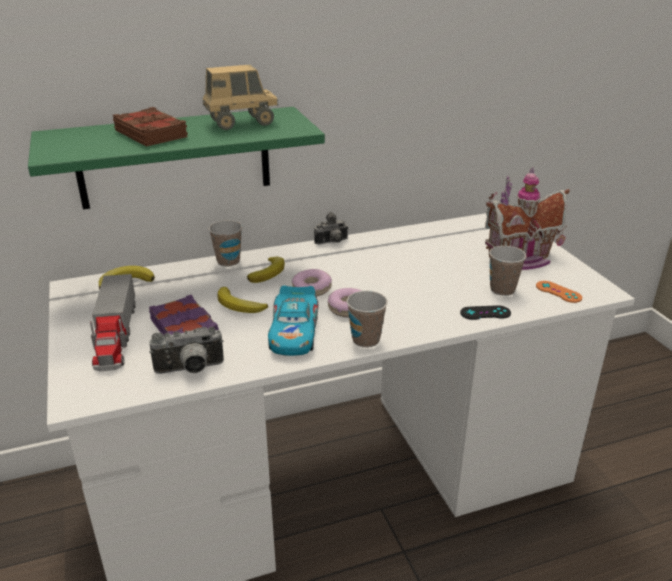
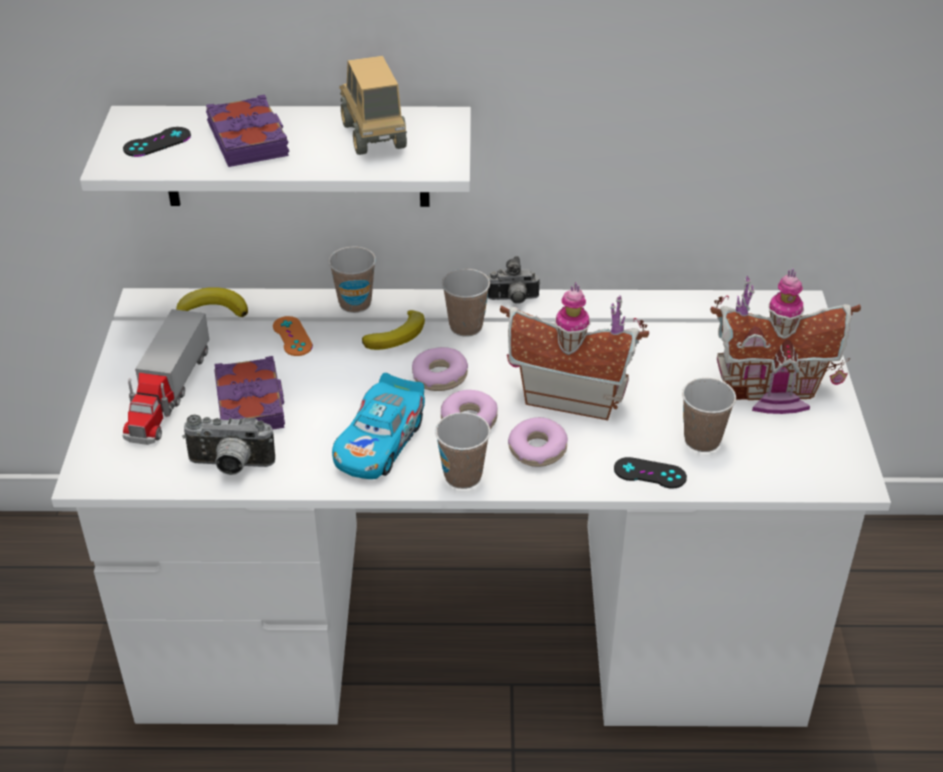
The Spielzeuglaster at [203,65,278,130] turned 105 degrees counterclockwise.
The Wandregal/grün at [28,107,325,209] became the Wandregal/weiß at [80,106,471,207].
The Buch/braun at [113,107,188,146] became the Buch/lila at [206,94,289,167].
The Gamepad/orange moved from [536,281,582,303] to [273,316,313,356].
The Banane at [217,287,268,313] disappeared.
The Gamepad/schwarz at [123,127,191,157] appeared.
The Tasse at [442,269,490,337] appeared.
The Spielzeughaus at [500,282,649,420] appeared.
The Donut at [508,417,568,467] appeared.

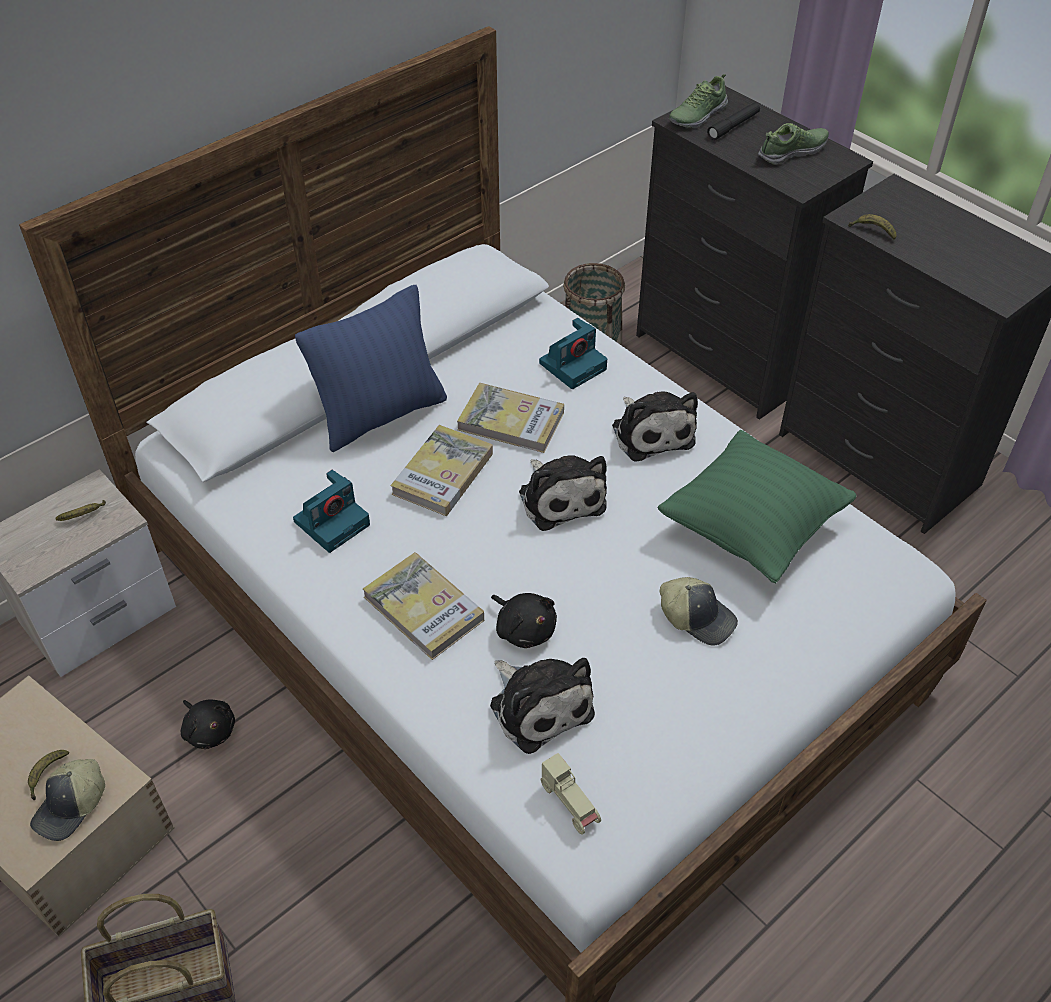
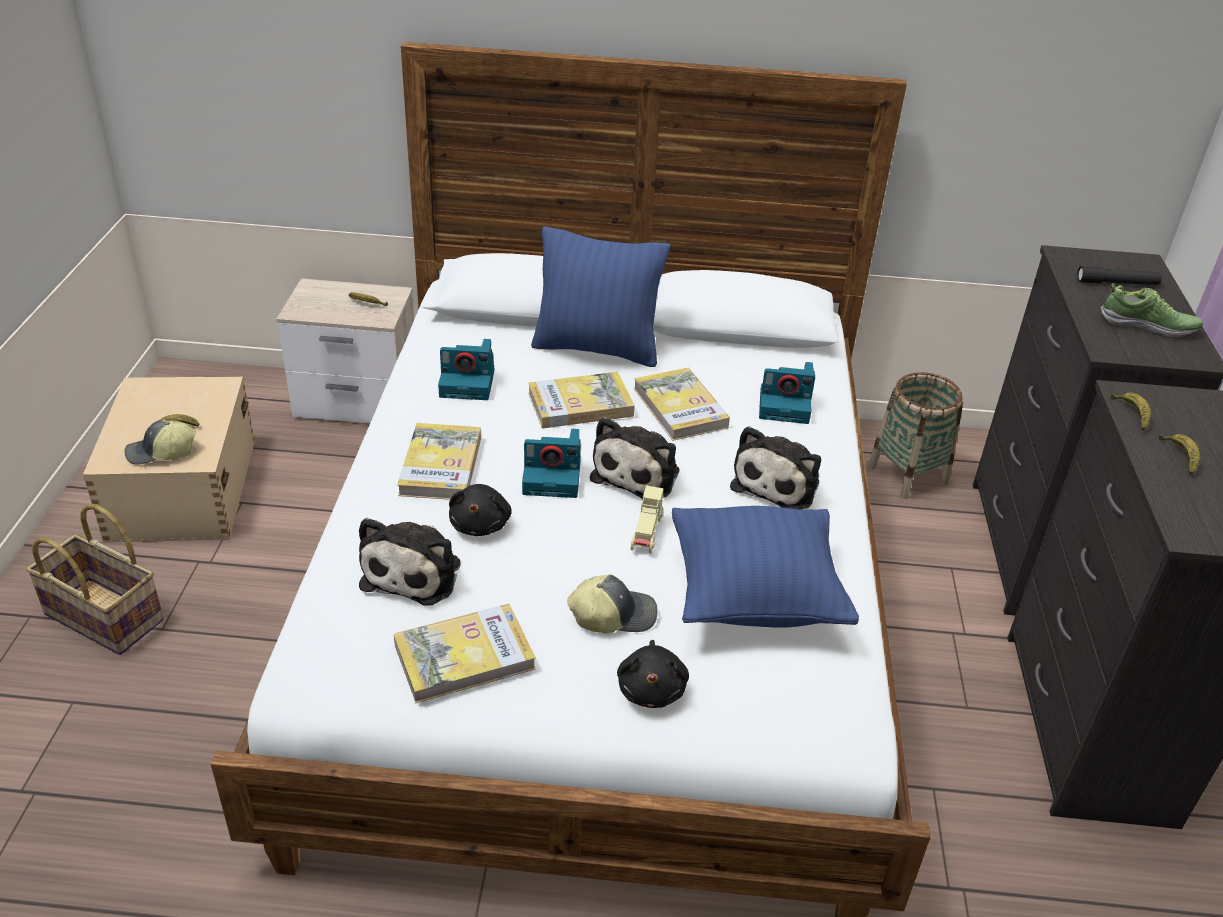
The Schuh at [669,74,728,128] disappeared.
The Kissen/grün at [657,430,856,583] became the Kissen/blau at [672,506,859,628].
The Kappe at [659,577,738,645] turned 90 degrees counterclockwise.
The Plüschtier/schwarz moved from [181,699,235,749] to [617,640,689,708].
The Spielzeugauto/beige moved from [541,753,601,835] to [631,485,664,553].
The Kamera at [522,429,581,498] appeared.
The Banane at [1159,434,1200,474] appeared.
The Buch at [394,604,536,703] appeared.

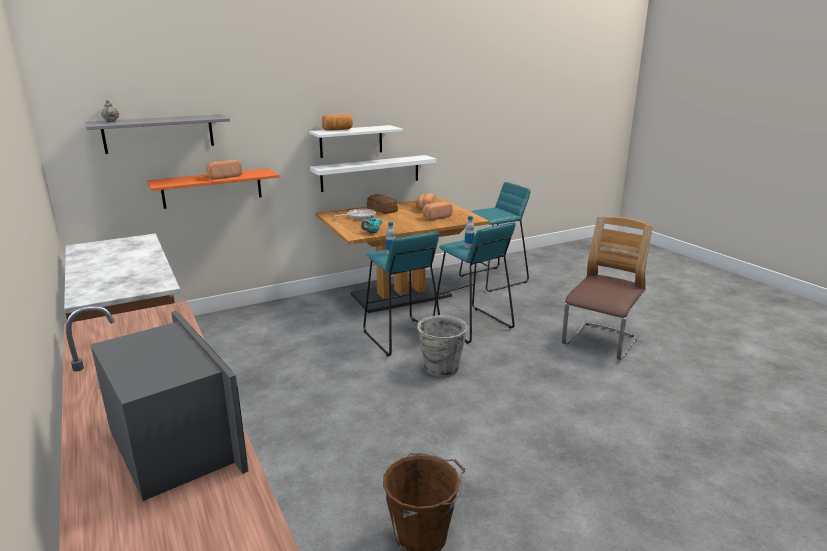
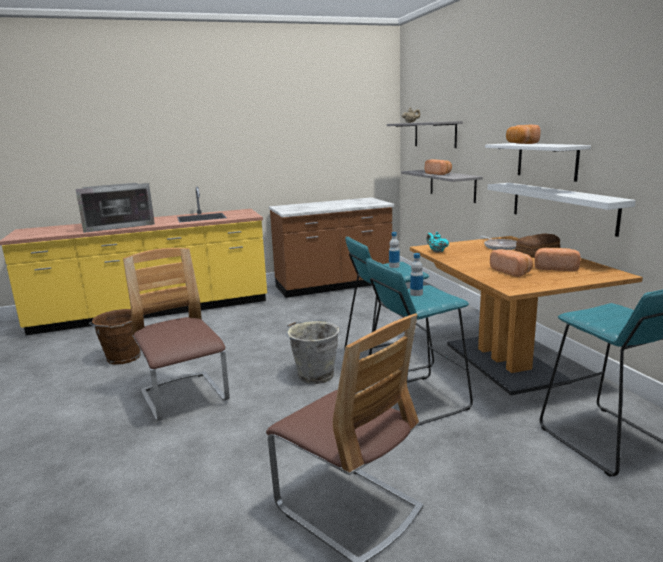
The Wandregal/orange at [147,168,279,209] became the Wandregal/grau at [401,170,483,203].
The Stuhl at [123,248,230,421] appeared.

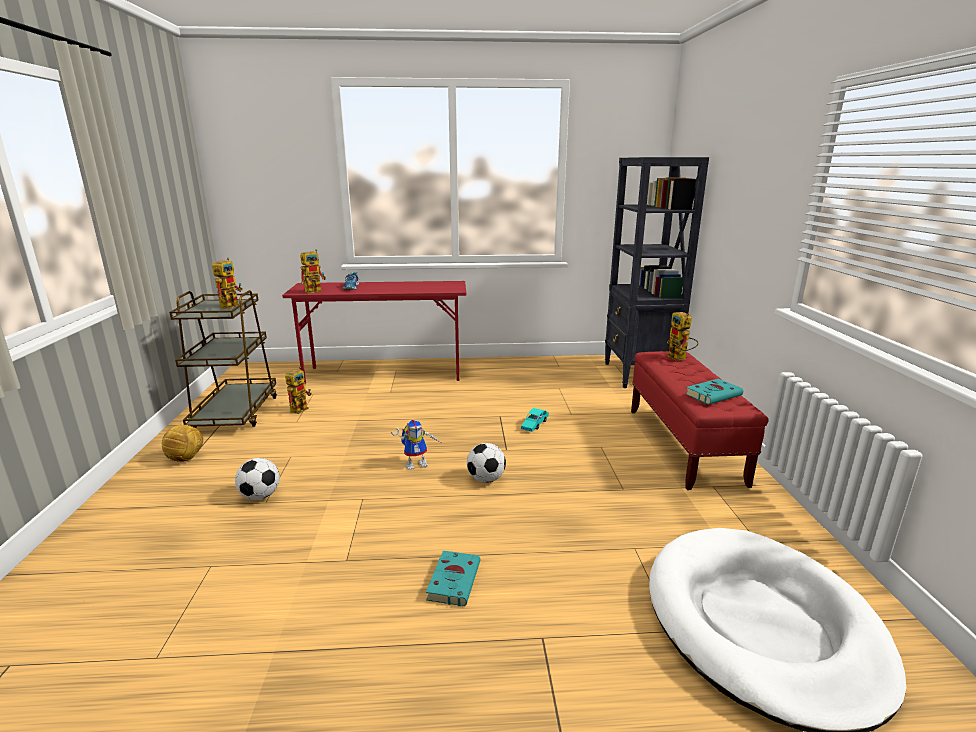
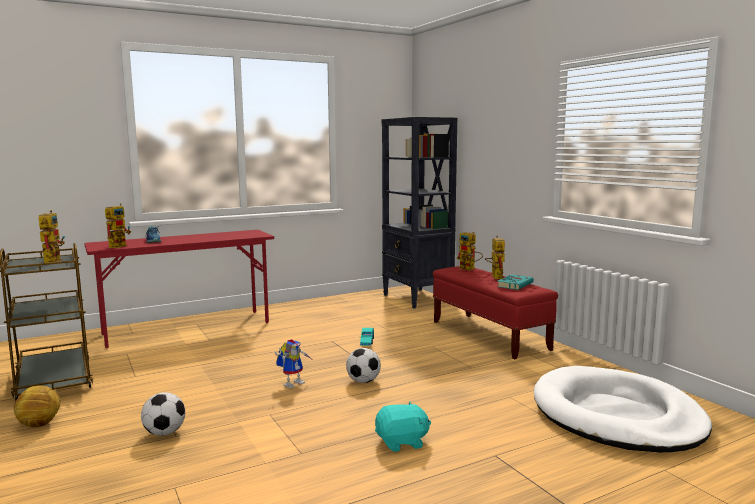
The Spielzeugroboter moved from [285,367,312,414] to [485,236,505,279].
The Buch/türkis at [426,551,480,606] was replaced by the Plüschtier/türkis at [375,401,431,452].

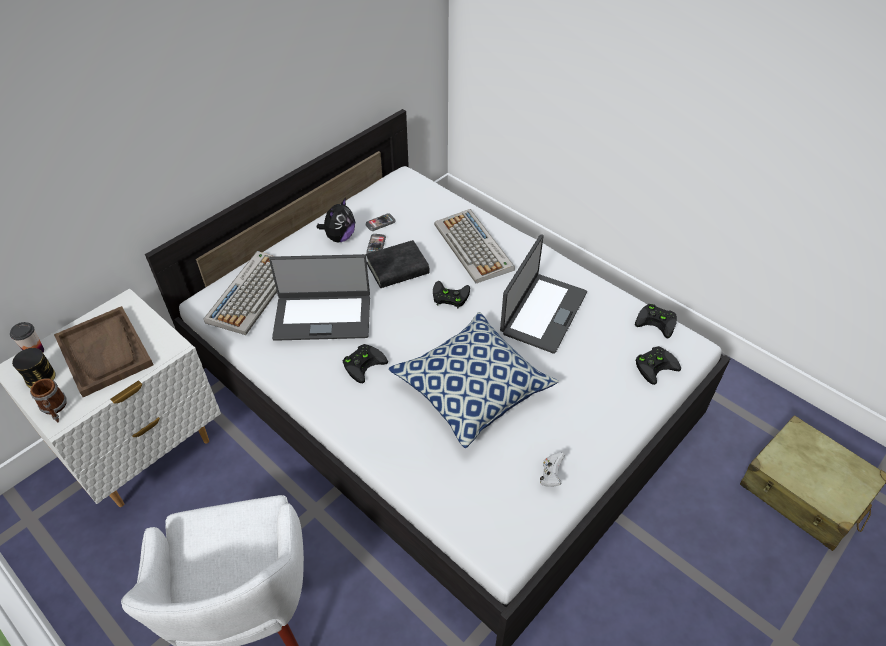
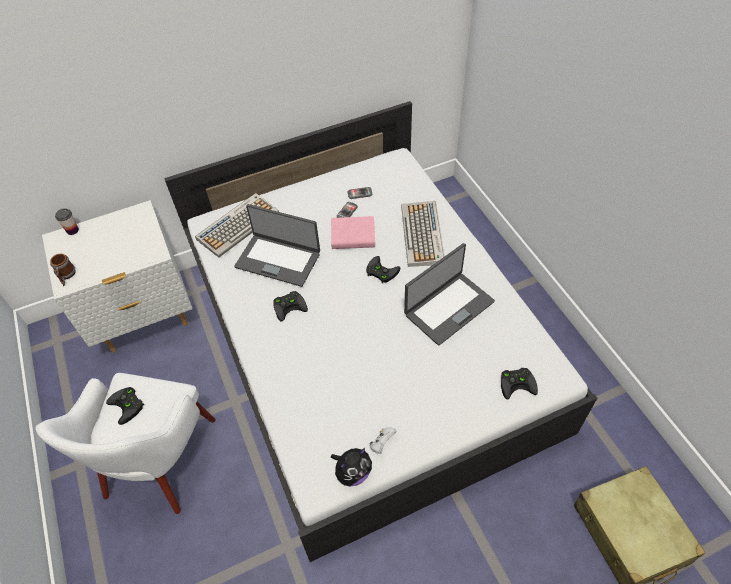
The Plüschtier moved from [317,197,355,242] to [331,448,372,487].
The Buch/schwarz at [366,240,430,288] became the Buch/rosa at [331,216,375,249].
The Gamepad/schwarz moved from [635,304,677,338] to [106,387,144,425].
The Tablett/braun at [54,306,153,397] disappeared.
The Kissen at [388,312,559,448] disappeared.
The Dose at [12,348,55,388] disappeared.

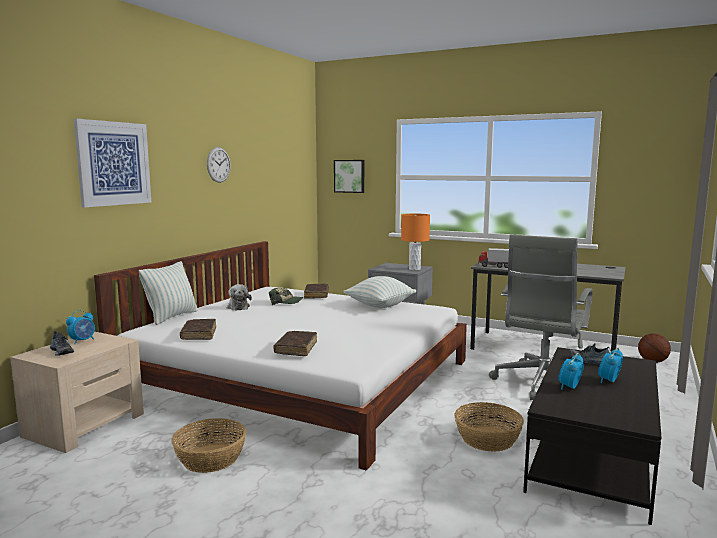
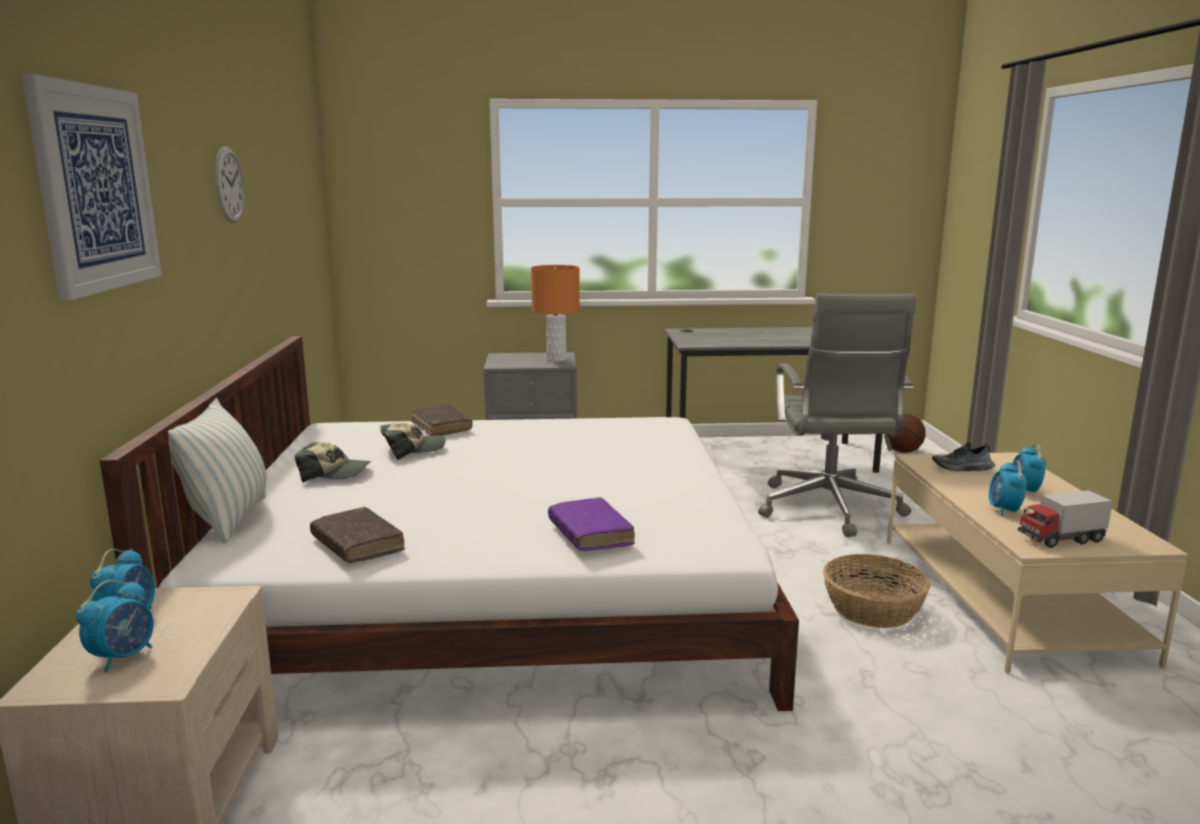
The Bild at [334,160,364,193] disappeared.
The Spielzeuglaster moved from [478,248,509,268] to [1018,490,1113,548].
The Kissen at [343,276,416,308] disappeared.
The Plüschtier at [227,284,252,311] was replaced by the Kappe at [295,442,371,483].
The Schuh at [50,331,74,356] was replaced by the Wecker at [76,580,154,672].
The Buch/braun at [274,331,317,356] became the Buch/lila at [548,497,635,551].
The Couchtisch/schwarz at [523,347,661,525] became the Couchtisch/beige at [887,452,1188,674].
The Korb at [171,418,246,473] disappeared.

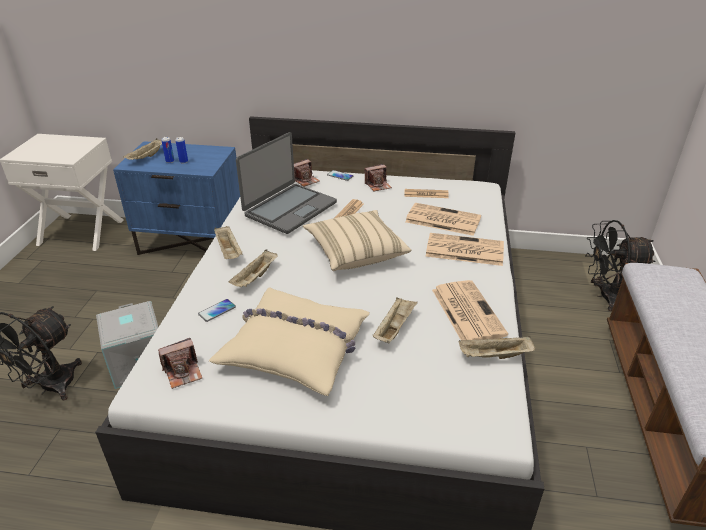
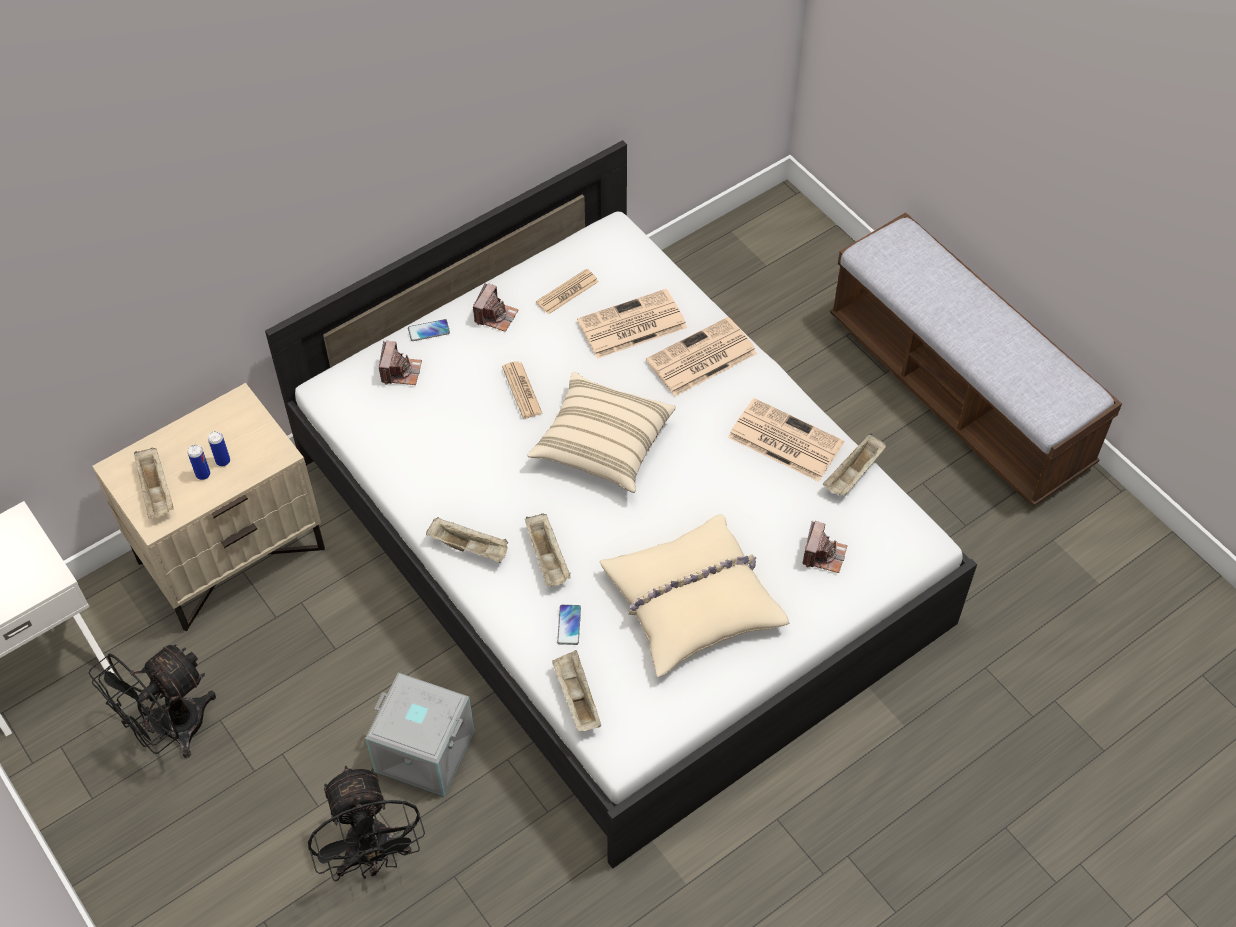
The Laptop at [236,132,337,234] disappeared.
The Nachttisch/blau at [113,141,240,255] became the Nachttisch/beige at [92,383,325,632].
The Ventilator/schwarz moved from [586,220,655,311] to [89,645,216,758].
The Tablett/beige moved from [373,297,418,343] to [552,650,601,732].
The Kamera moved from [158,338,202,389] to [802,521,848,573].

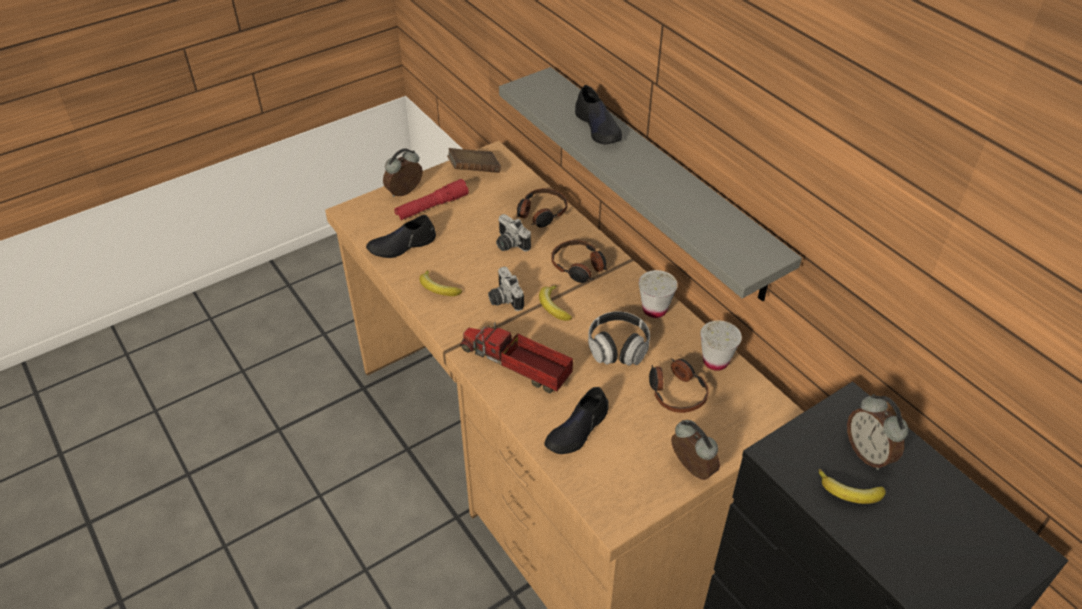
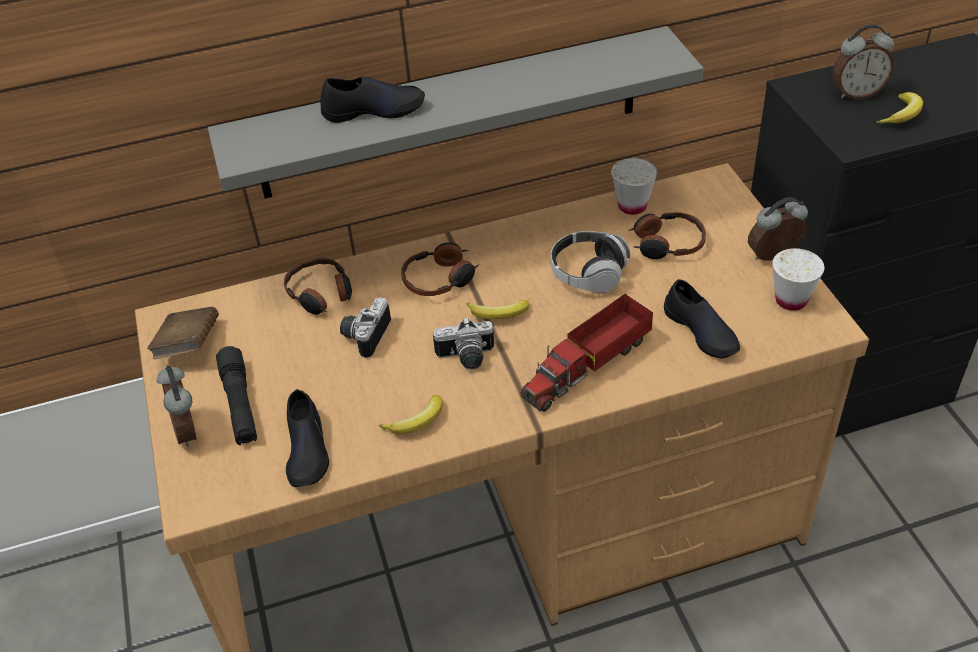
The Taschenlampe/rot at [394,179,469,220] became the Taschenlampe/schwarz at [216,346,257,445].
The Kamera at [496,214,531,252] turned 135 degrees clockwise.
The Tasse/weiß moved from [639,270,678,318] to [772,248,824,311].

